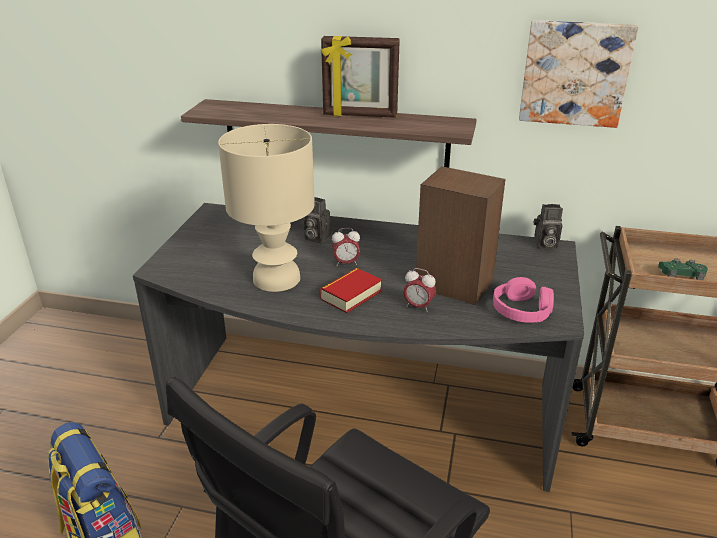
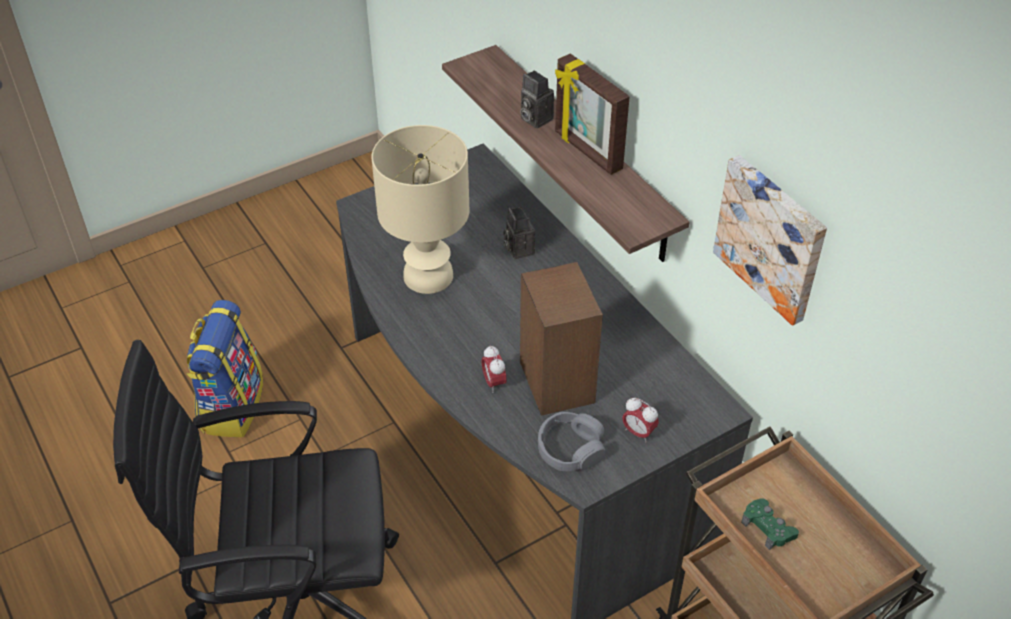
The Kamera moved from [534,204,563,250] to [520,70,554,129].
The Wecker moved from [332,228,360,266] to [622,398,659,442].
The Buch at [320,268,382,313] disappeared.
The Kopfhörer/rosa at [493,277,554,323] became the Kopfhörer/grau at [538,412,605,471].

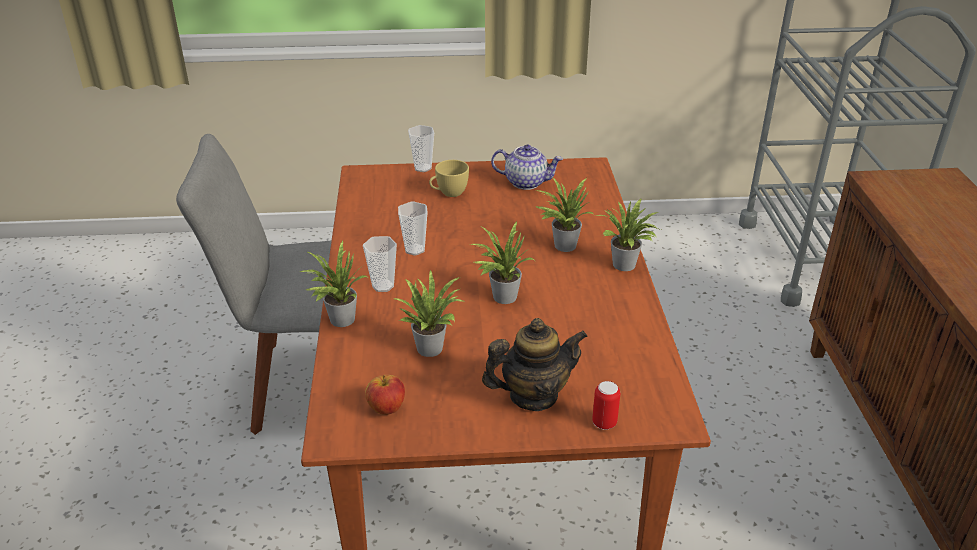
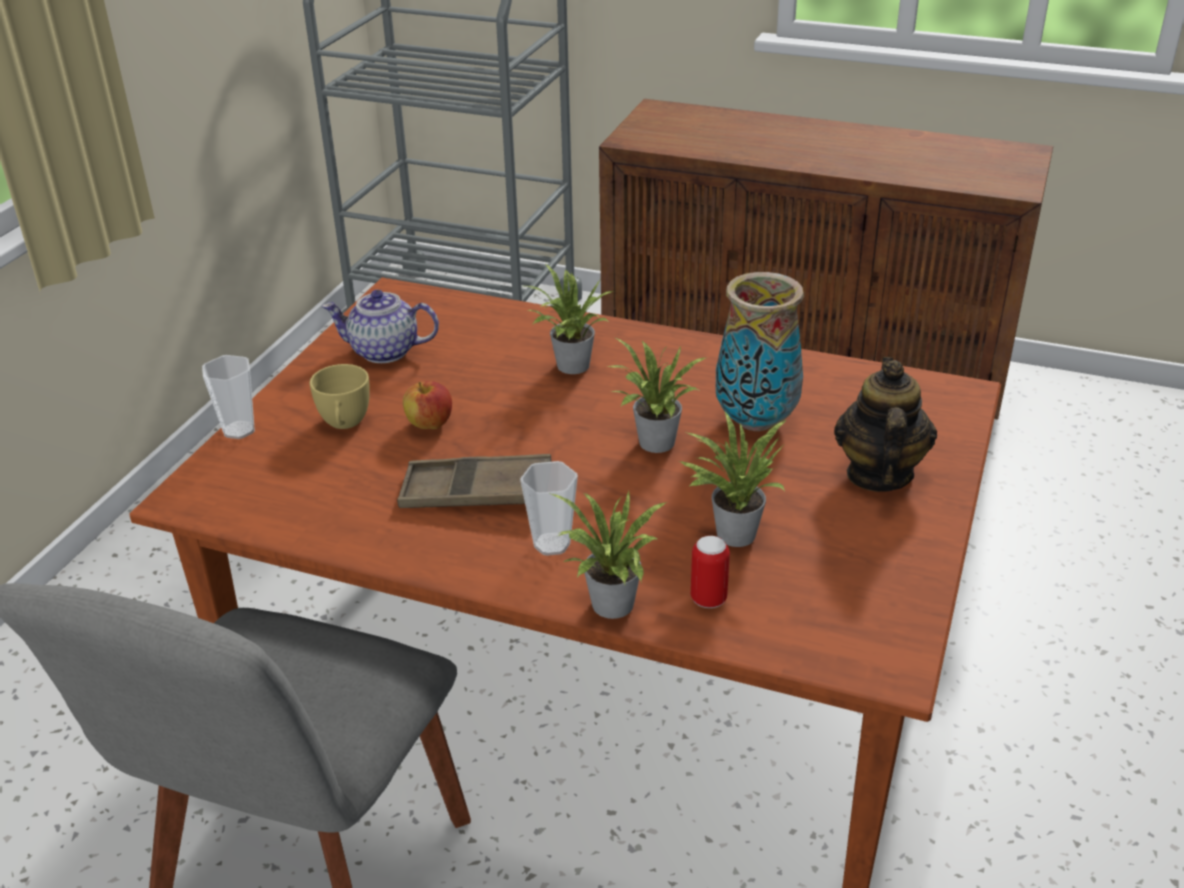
The Teekanne at [491,145,563,190] turned 120 degrees counterclockwise.
The Topfpflanze at [596,198,661,271] disappeared.
The Tasse at [398,201,428,255] was replaced by the Tablett/braun at [397,454,552,508].
The Apfel moved from [365,375,405,415] to [403,381,452,429].
The Dose moved from [592,381,620,430] to [691,536,730,608].
The Vase at [716,272,804,431] appeared.

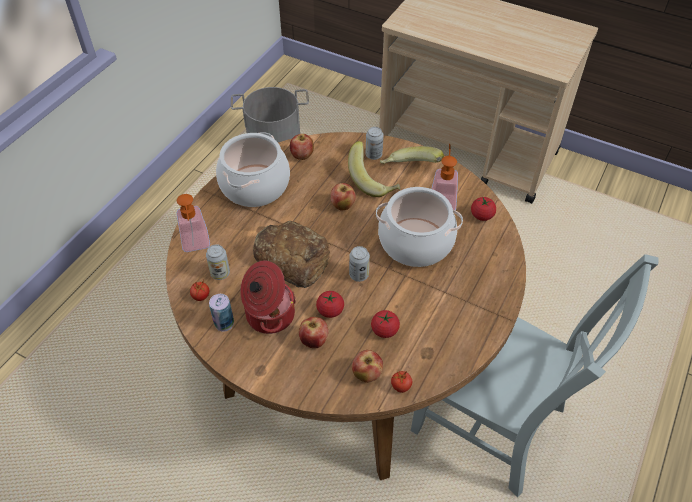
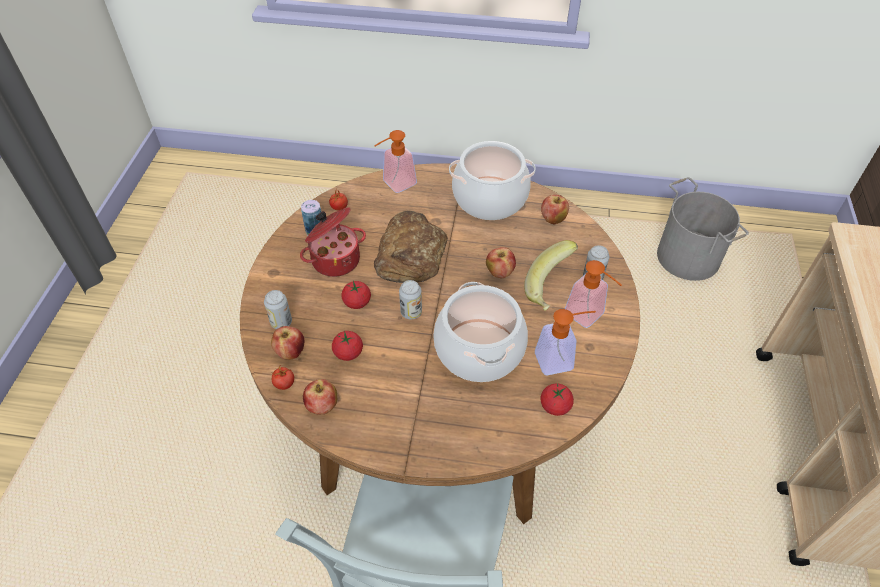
The Banane at [380,146,444,164] was replaced by the Seifenspender at [565,260,622,328].
The Dose moved from [206,244,230,280] to [264,290,292,329].
The Apfel moved from [299,317,329,348] to [303,379,337,414].

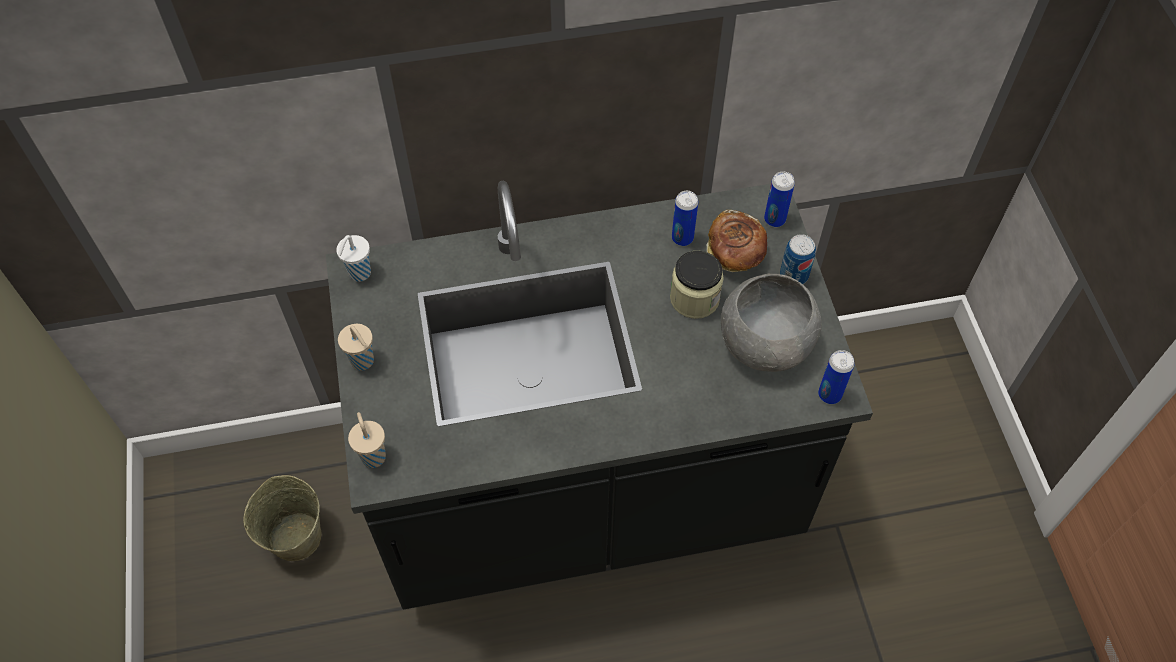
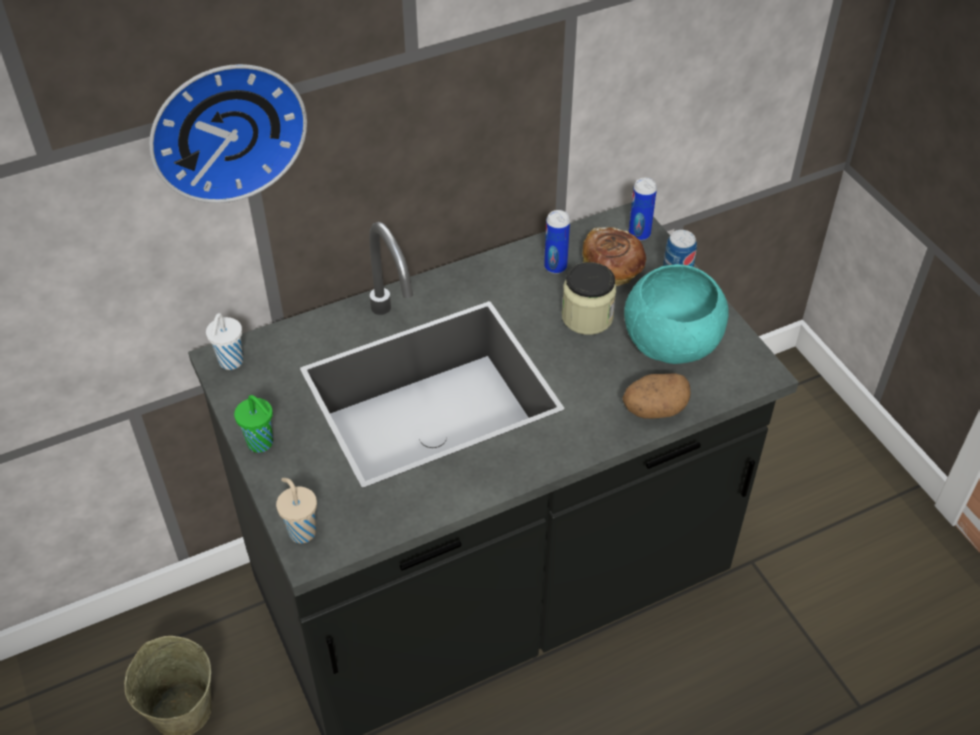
The Schüssel/grau at [721,274,821,372] became the Schüssel/türkis at [624,264,729,364].
The Tasse/beige at [338,324,374,371] became the Tasse/grün at [234,395,273,453].
The Dose at [818,350,855,404] disappeared.
The Wanduhr at [149,64,307,203] appeared.
The Kartoffel at [622,374,691,419] appeared.

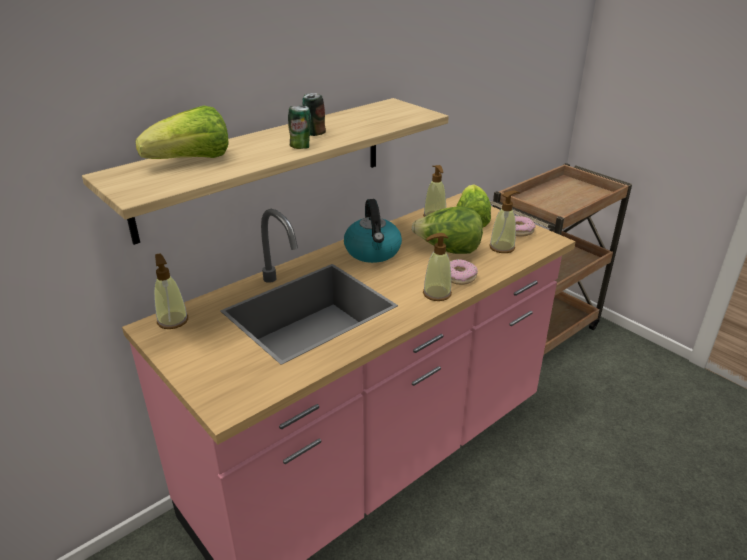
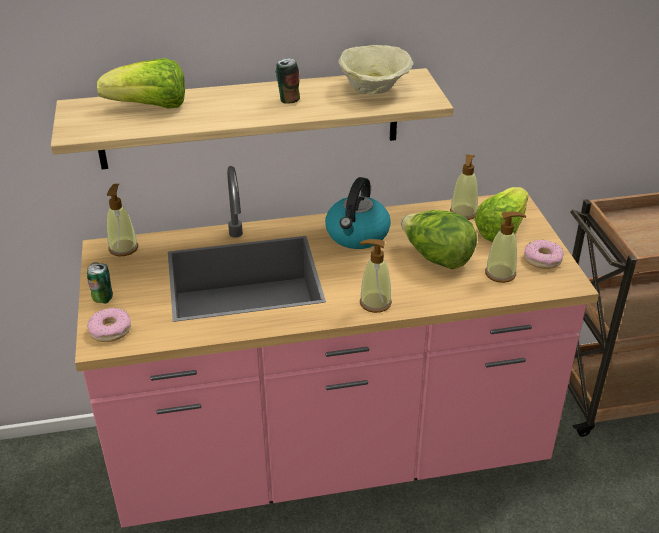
The Dose moved from [288,106,311,149] to [87,263,113,303].
The Donut moved from [450,259,478,285] to [87,308,131,342].
The Schüssel/beige at [338,45,413,94] appeared.

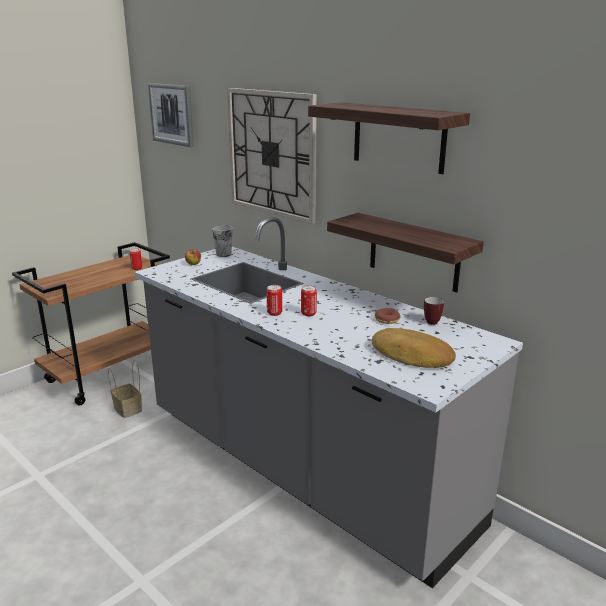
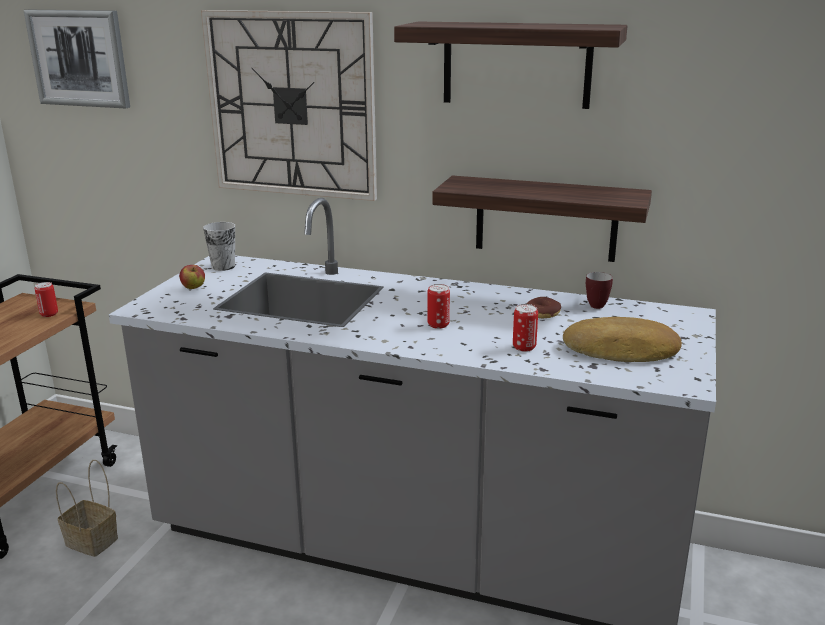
The Dose moved from [266,285,282,316] to [513,304,538,352].

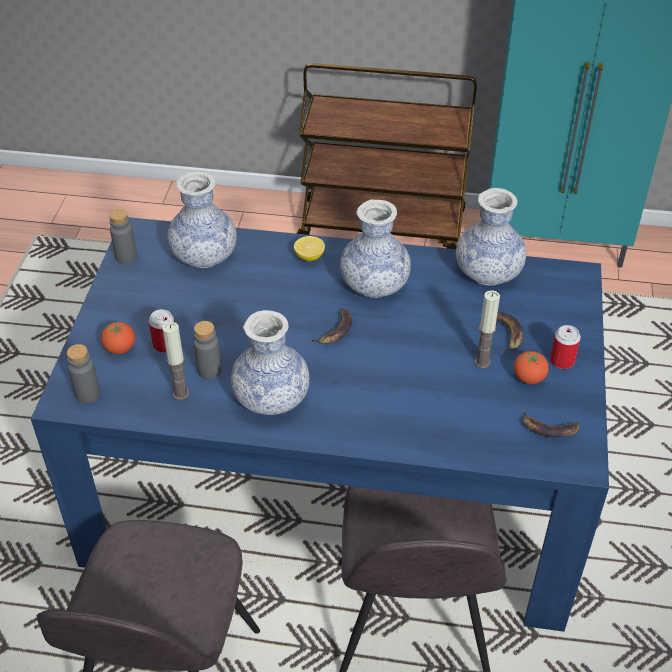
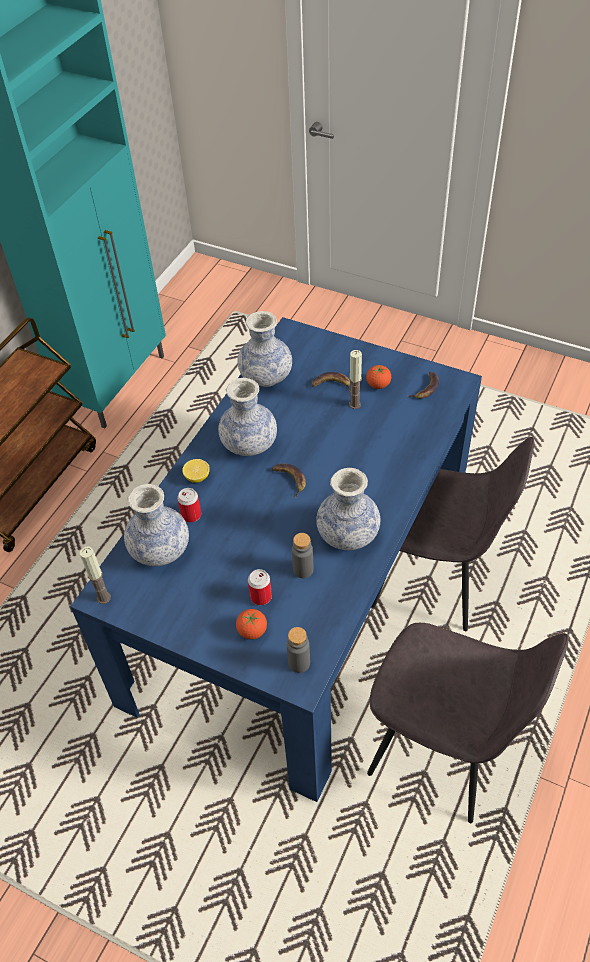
The Flasche/grau at [109,209,137,264] disappeared.
The Kerze moved from [162,322,189,400] to [80,546,111,604].
The Dose moved from [550,325,581,369] to [177,488,201,522].

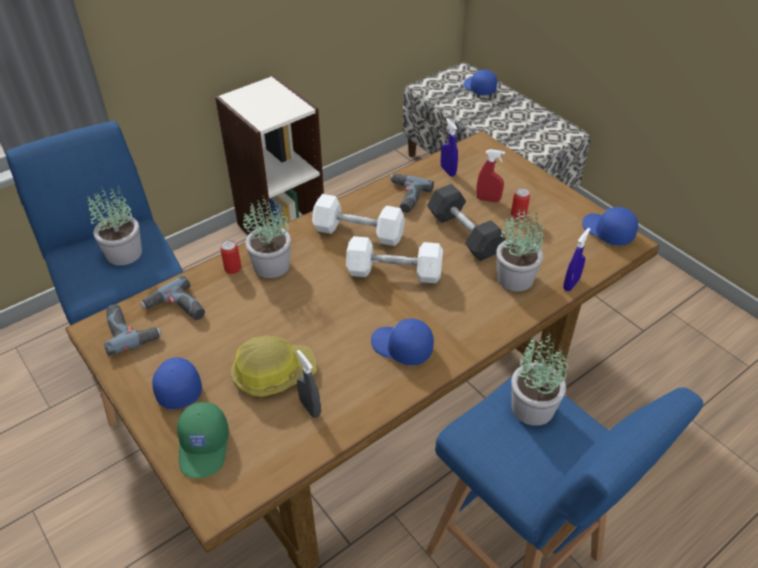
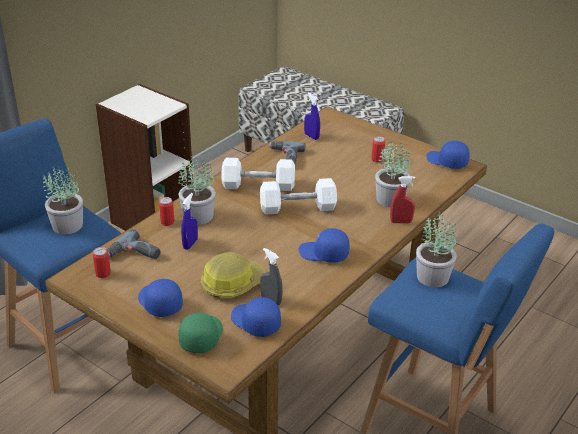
The Kappe/blau moved from [463,70,497,96] to [231,297,281,337].
The Sprühflasche/rot moved from [476,149,505,202] to [390,176,416,223].
The Hantel/grau at [427,184,506,261] disappeared.
The Sprühflasche/blau moved from [563,228,591,291] to [181,193,198,250].
The Bohrmaschine at [103,305,162,356] was replaced by the Dose at [93,247,111,278].
The Kappe/grün at [177,402,229,478] turned 150 degrees counterclockwise.

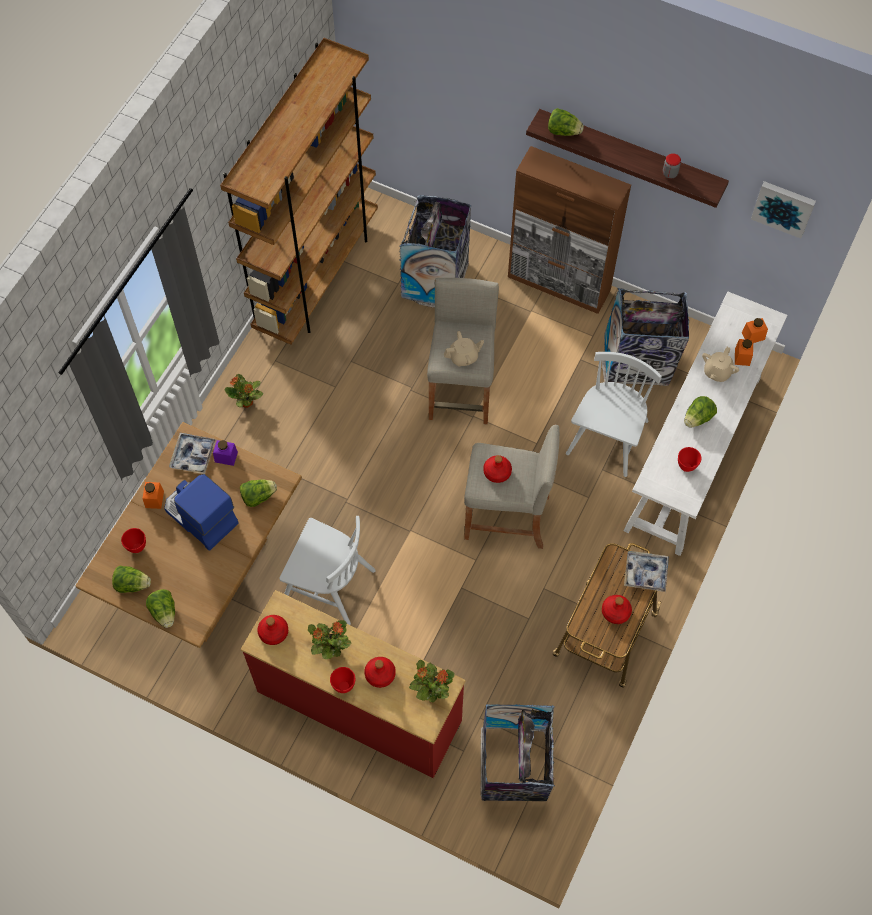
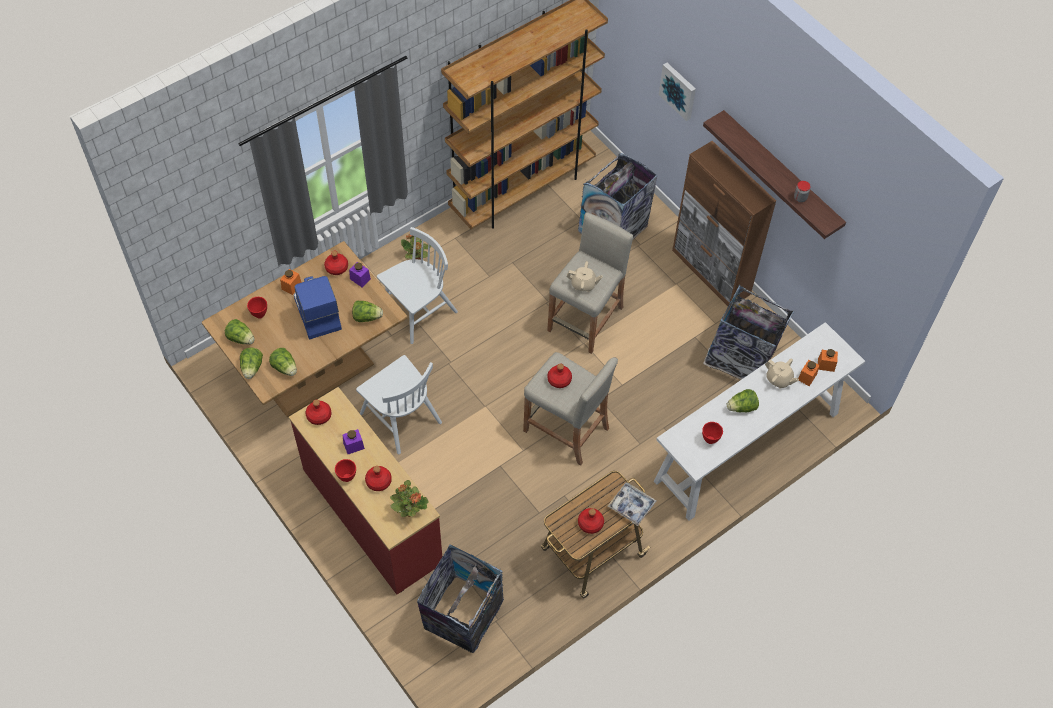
The Salatkopf moved from [548,108,584,136] to [269,348,297,376].
The Bild moved from [751,181,816,238] to [659,63,696,121].
The Teekanne/beige at [702,347,739,382] turned 105 degrees counterclockwise.
The Stuhl/weiß moved from [566,352,662,477] to [377,227,458,344].
The Tablett at [169,433,216,474] was replaced by the Flasche/rot at [324,250,348,275].
The Topfpflanze at [308,620,351,659] was replaced by the Vorratsglas/lila at [342,429,365,454].

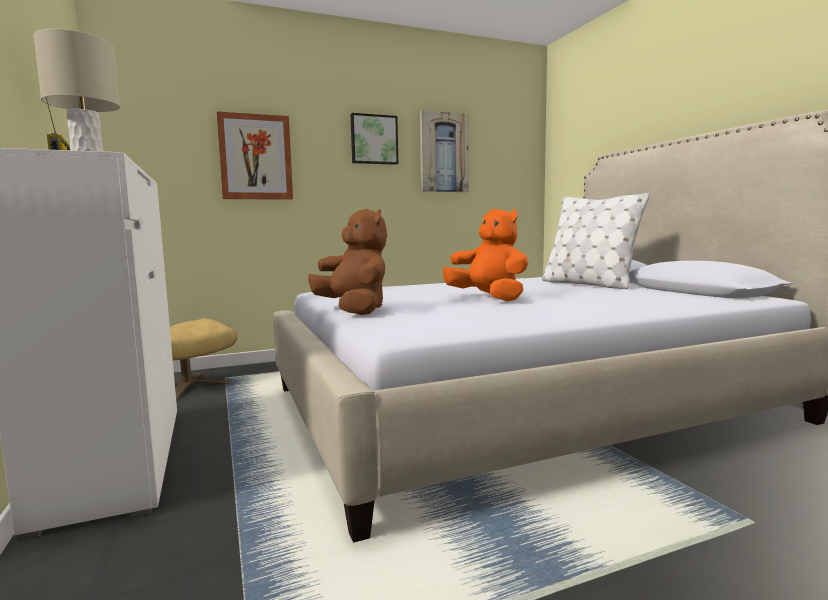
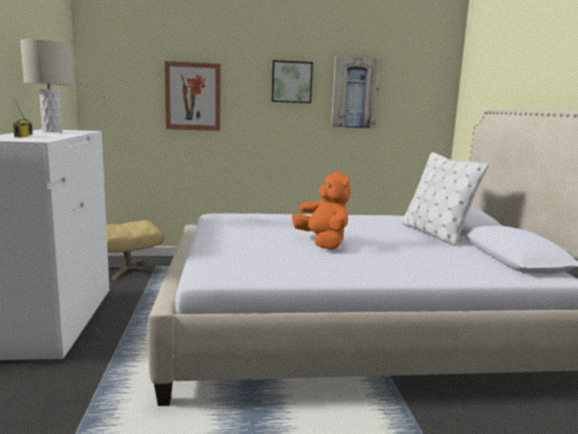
The Plüschtier/braun at [308,209,387,315] disappeared.

